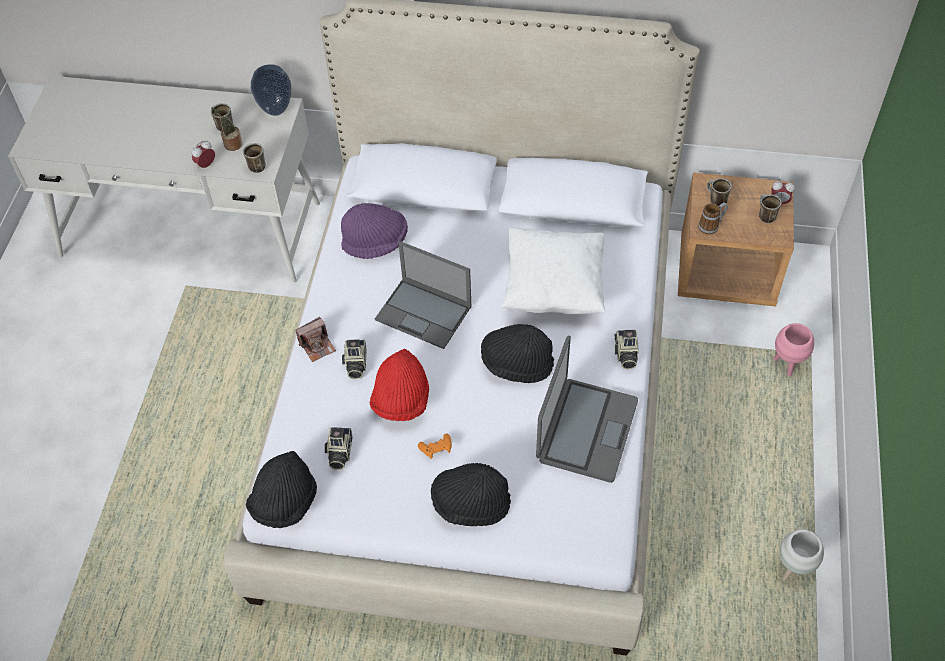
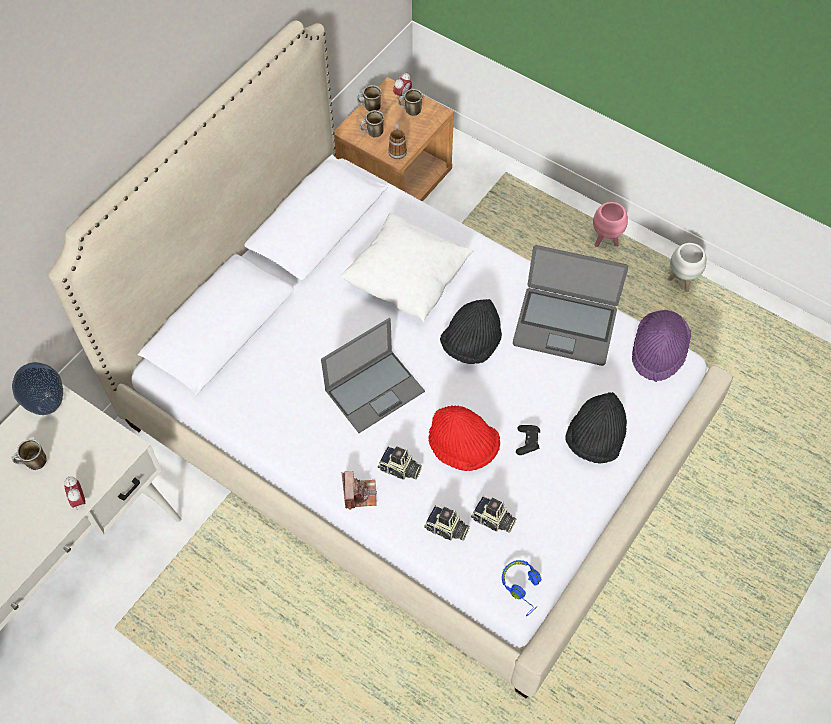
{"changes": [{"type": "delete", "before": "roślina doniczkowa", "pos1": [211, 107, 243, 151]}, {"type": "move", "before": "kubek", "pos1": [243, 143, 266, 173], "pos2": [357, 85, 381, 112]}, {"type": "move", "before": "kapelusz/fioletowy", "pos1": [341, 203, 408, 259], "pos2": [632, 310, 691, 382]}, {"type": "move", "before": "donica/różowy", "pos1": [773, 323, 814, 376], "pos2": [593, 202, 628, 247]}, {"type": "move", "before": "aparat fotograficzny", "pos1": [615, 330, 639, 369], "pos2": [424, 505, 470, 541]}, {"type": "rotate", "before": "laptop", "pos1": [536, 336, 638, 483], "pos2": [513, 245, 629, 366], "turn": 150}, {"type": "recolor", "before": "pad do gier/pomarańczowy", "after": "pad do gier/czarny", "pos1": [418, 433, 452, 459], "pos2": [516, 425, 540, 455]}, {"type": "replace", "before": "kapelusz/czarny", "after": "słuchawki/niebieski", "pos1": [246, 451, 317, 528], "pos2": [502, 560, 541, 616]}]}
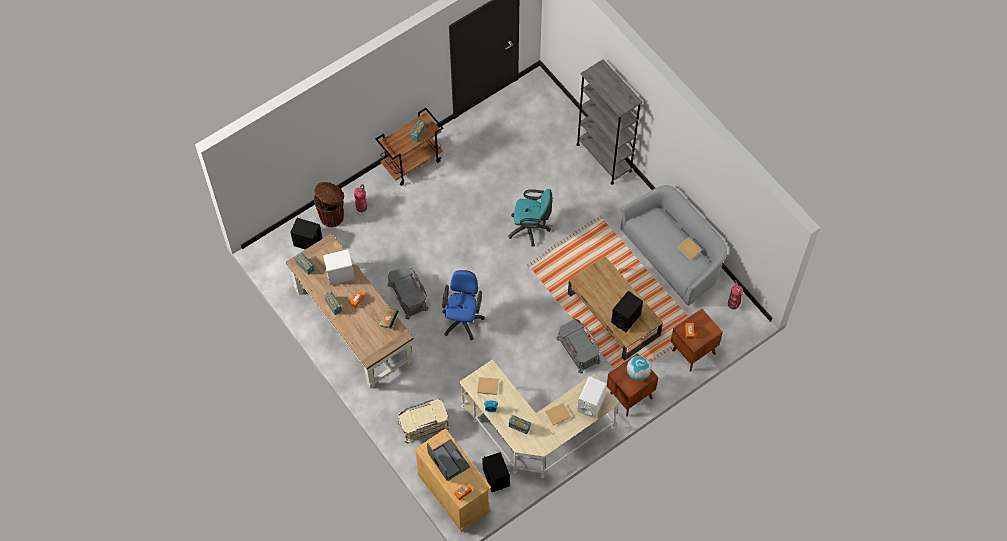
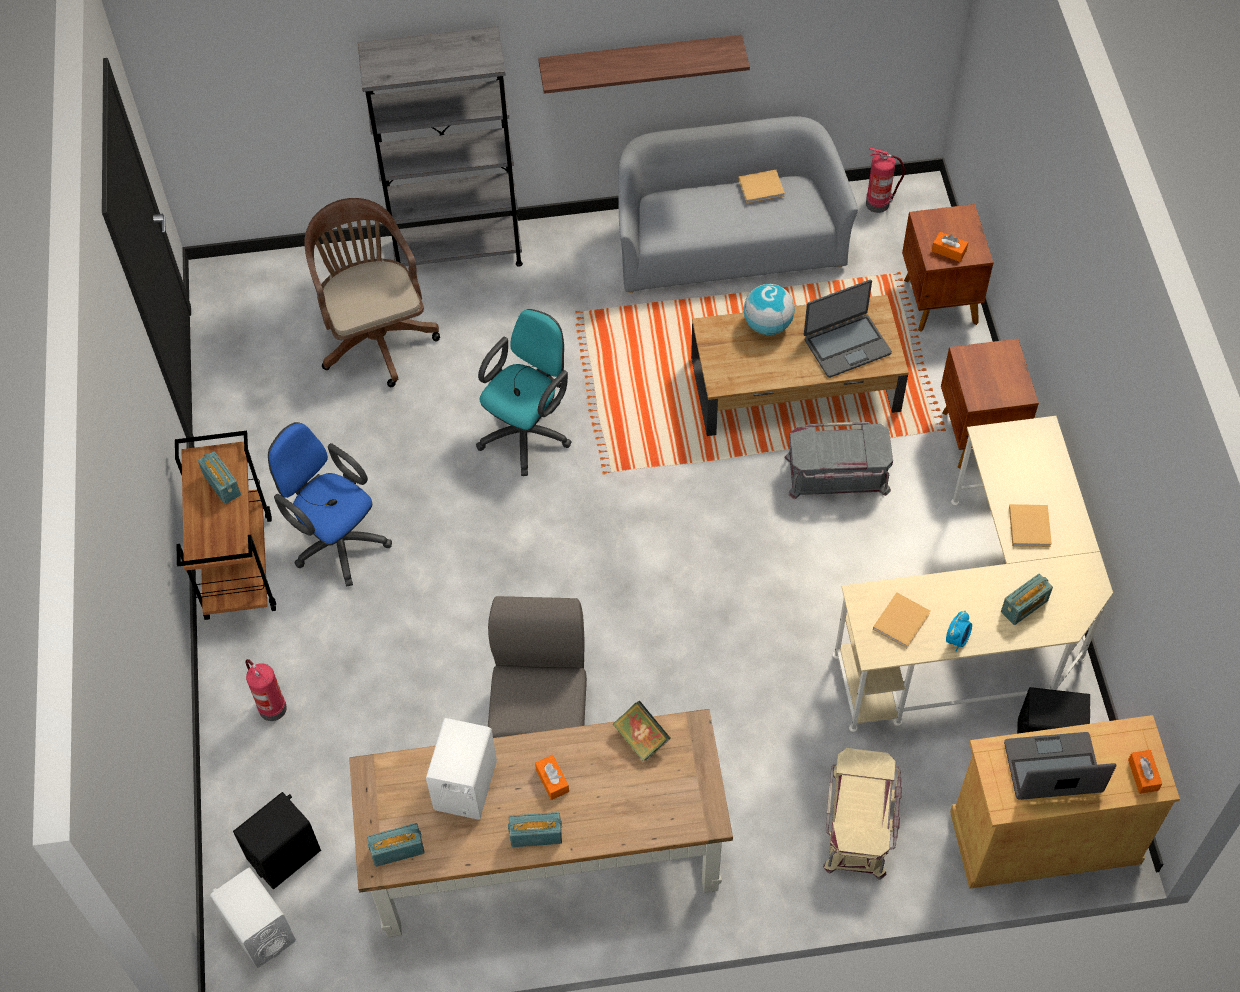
{"changes": [{"type": "delete", "before": "kosz na śmieci/brązowy", "pos1": [314, 182, 344, 227]}, {"type": "replace", "before": "pojemnik do przechowywania/szary", "after": "krzesło/szary", "pos1": [387, 266, 428, 319], "pos2": [488, 596, 587, 738]}, {"type": "move", "before": "krzesło biurowe/niebieski", "pos1": [442, 270, 485, 340], "pos2": [268, 422, 392, 586]}, {"type": "replace", "before": "głośnik/czarny", "after": "laptop", "pos1": [611, 291, 643, 332], "pos2": [804, 280, 892, 378]}, {"type": "move", "before": "globus", "pos1": [627, 356, 651, 381], "pos2": [743, 284, 795, 335]}, {"type": "move", "before": "głośnik/biały", "pos1": [577, 377, 607, 418], "pos2": [210, 868, 296, 968]}, {"type": "insert", "after": "półka", "pos2": [538, 35, 750, 94]}, {"type": "insert", "after": "krzesło biurowe/brązowy", "pos2": [304, 198, 440, 387]}]}
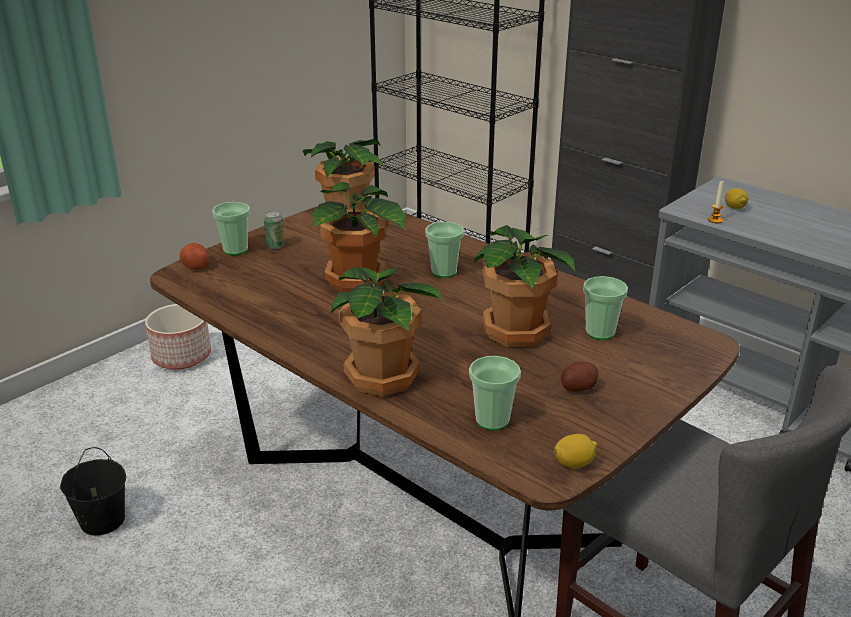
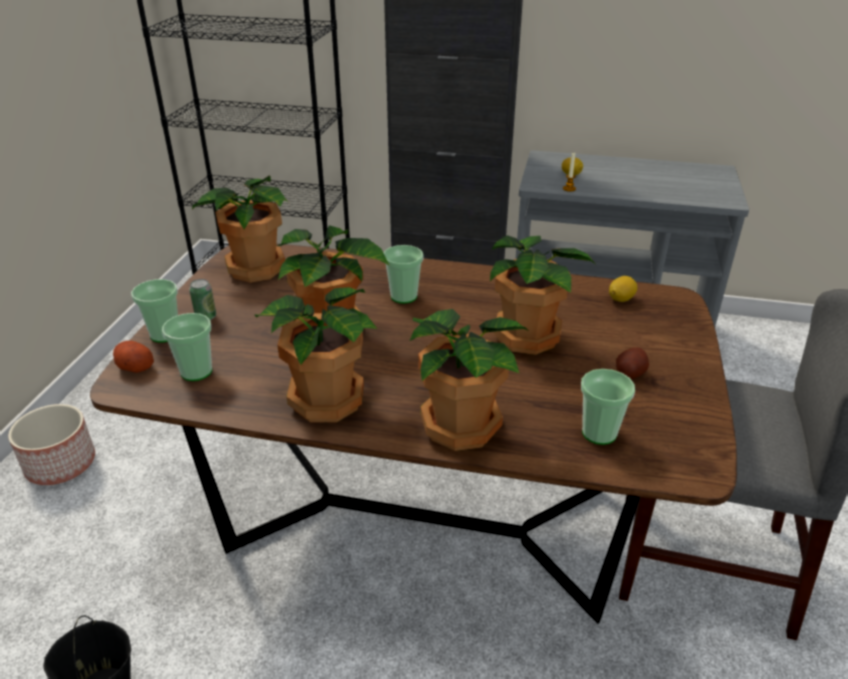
{"changes": [{"type": "move", "before": "filiżanka", "pos1": [583, 276, 628, 340], "pos2": [162, 313, 212, 381]}, {"type": "move", "before": "cytryna", "pos1": [554, 434, 597, 468], "pos2": [609, 276, 637, 302]}, {"type": "insert", "after": "roślina doniczkowa", "pos2": [255, 287, 378, 422]}]}
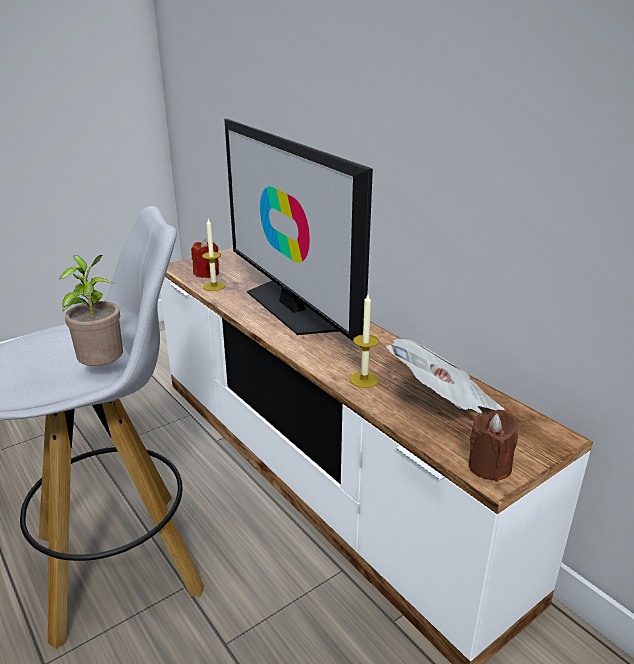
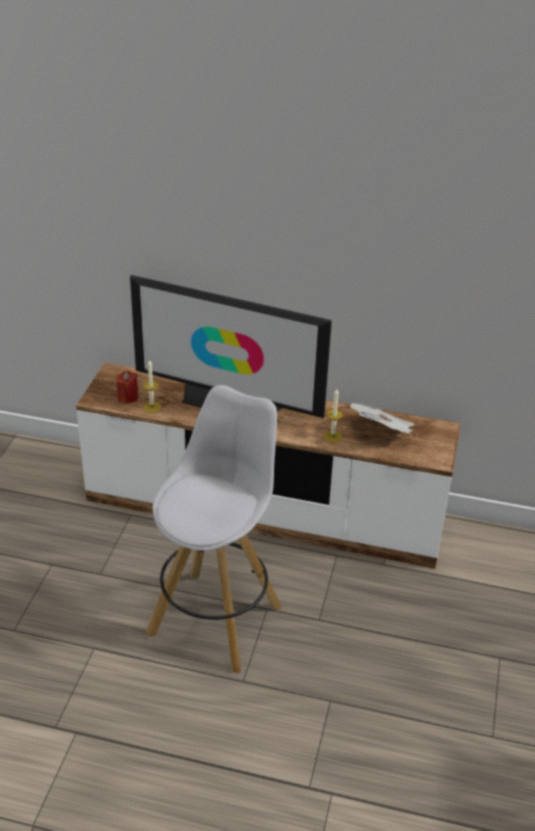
{"changes": [{"type": "delete", "before": "roślina doniczkowa", "pos1": [60, 255, 123, 366]}, {"type": "delete", "before": "świeca/brązowy", "pos1": [468, 410, 518, 482]}]}
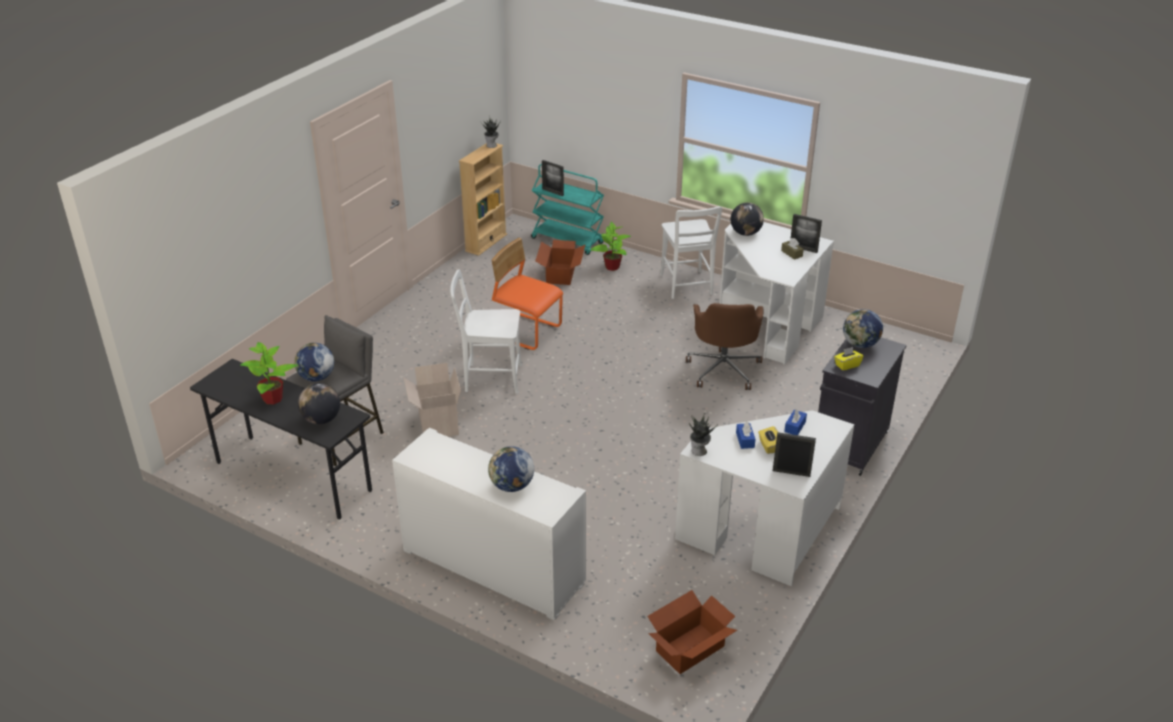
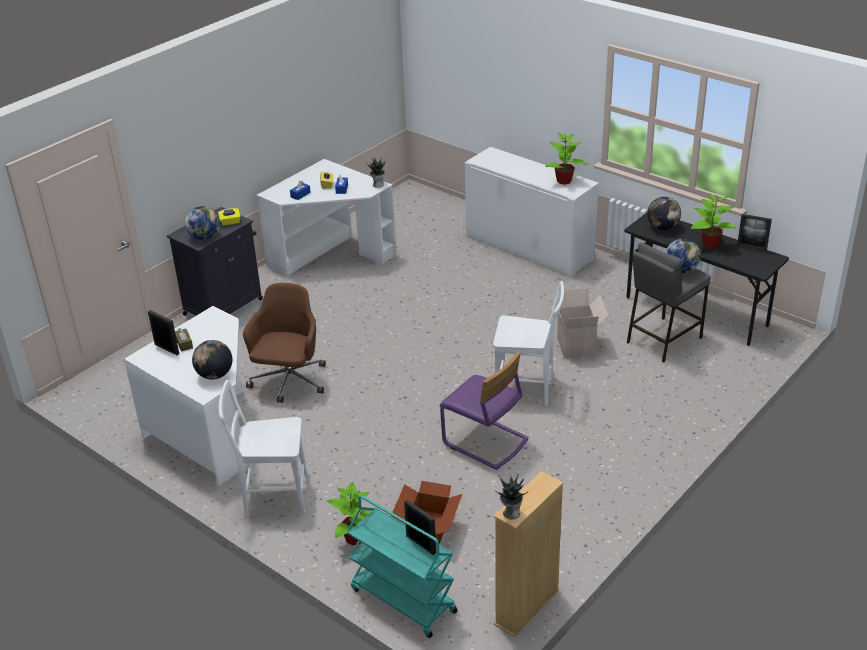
{"changes": [{"type": "rotate", "before": "krzesło/biały", "pos1": [660, 206, 722, 299], "pos2": [219, 380, 309, 516], "turn": -90}, {"type": "recolor", "before": "krzesło/pomarańczowy", "after": "krzesło/fioletowy", "pos1": [491, 238, 563, 350], "pos2": [440, 351, 529, 470]}, {"type": "move", "before": "ramka na zdjęcie", "pos1": [773, 432, 816, 477], "pos2": [737, 214, 772, 252]}, {"type": "delete", "before": "globus", "pos1": [488, 446, 534, 492]}, {"type": "delete", "before": "karton", "pos1": [647, 590, 737, 674]}, {"type": "insert", "after": "roślina doniczkowa", "pos2": [545, 133, 588, 185]}]}
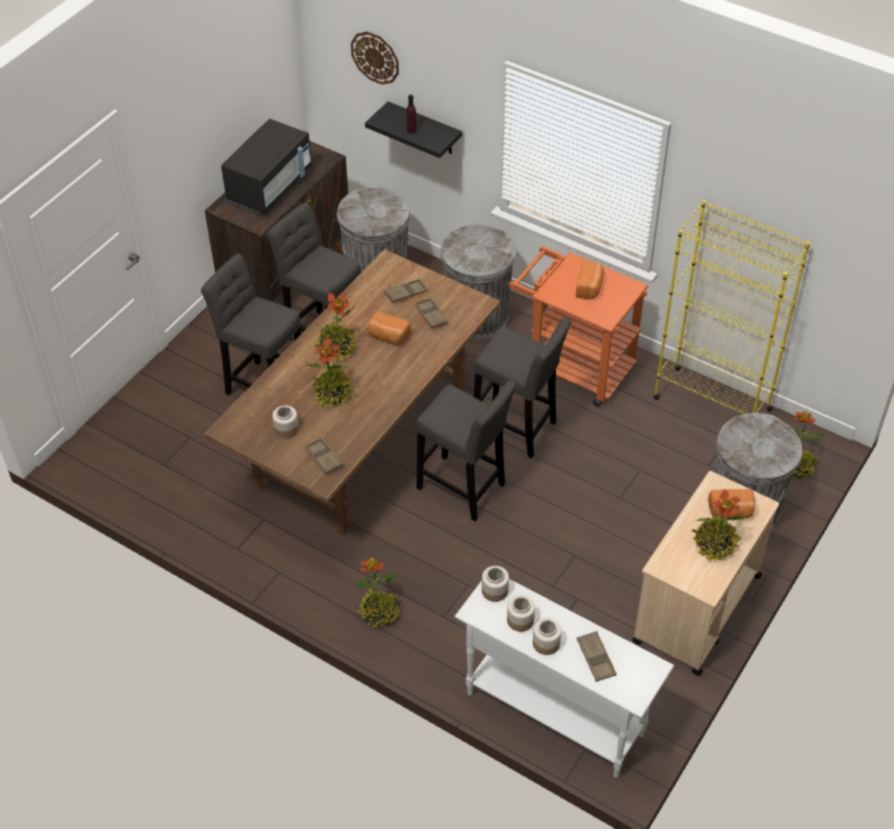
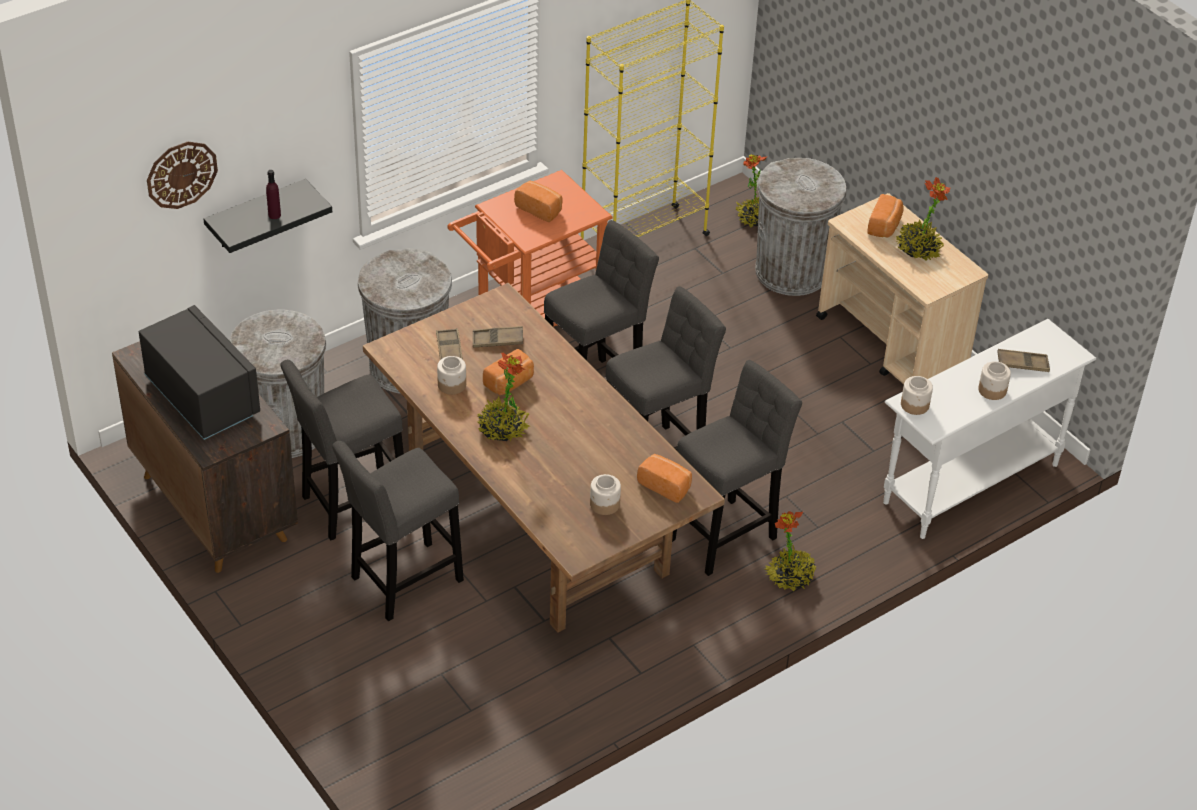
{"changes": [{"type": "delete", "before": "roślina doniczkowa", "pos1": [306, 337, 352, 408]}, {"type": "replace", "before": "taca/brązowy", "after": "chleb", "pos1": [305, 438, 343, 474], "pos2": [637, 454, 692, 503]}, {"type": "move", "before": "słoik", "pos1": [507, 595, 535, 632], "pos2": [437, 356, 466, 395]}, {"type": "insert", "after": "stołek/szary", "pos2": [672, 360, 802, 576]}]}
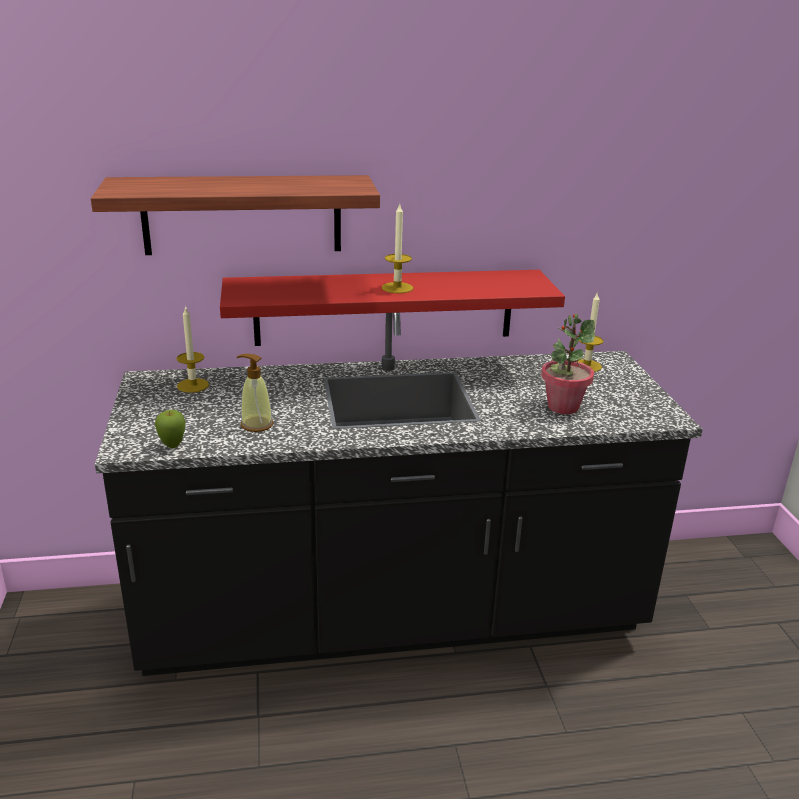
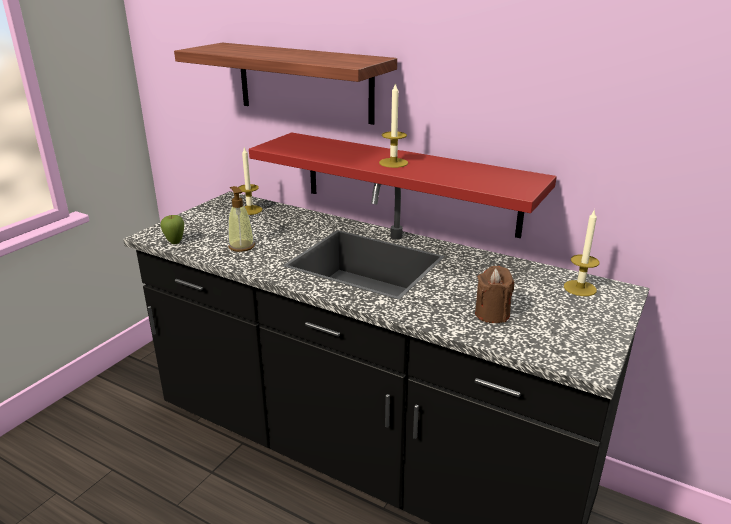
{"changes": [{"type": "replace", "before": "roślina doniczkowa", "after": "świeca/brązowy", "pos1": [541, 314, 595, 414], "pos2": [475, 266, 514, 323]}]}
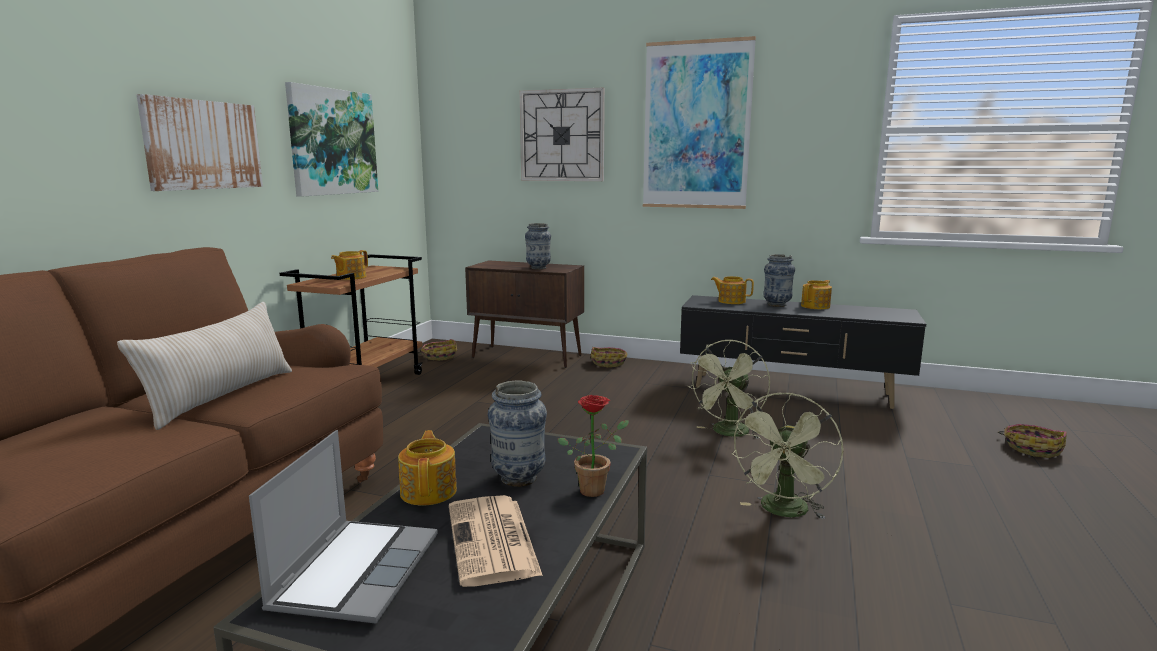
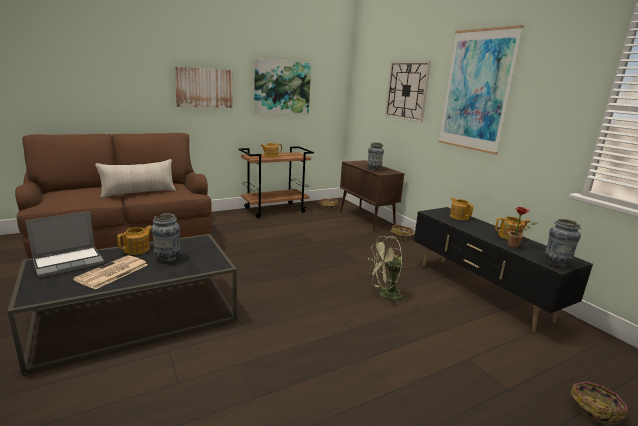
{"changes": [{"type": "move", "before": "wazon", "pos1": [763, 254, 795, 307], "pos2": [545, 219, 581, 267]}, {"type": "delete", "before": "wentylator/zielony", "pos1": [731, 393, 843, 519]}, {"type": "move", "before": "roślina doniczkowa", "pos1": [558, 395, 629, 497], "pos2": [505, 207, 538, 248]}]}
